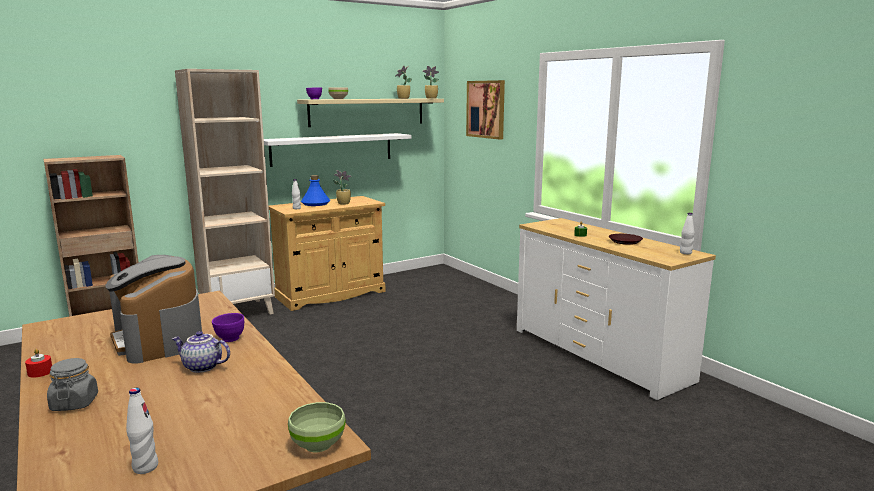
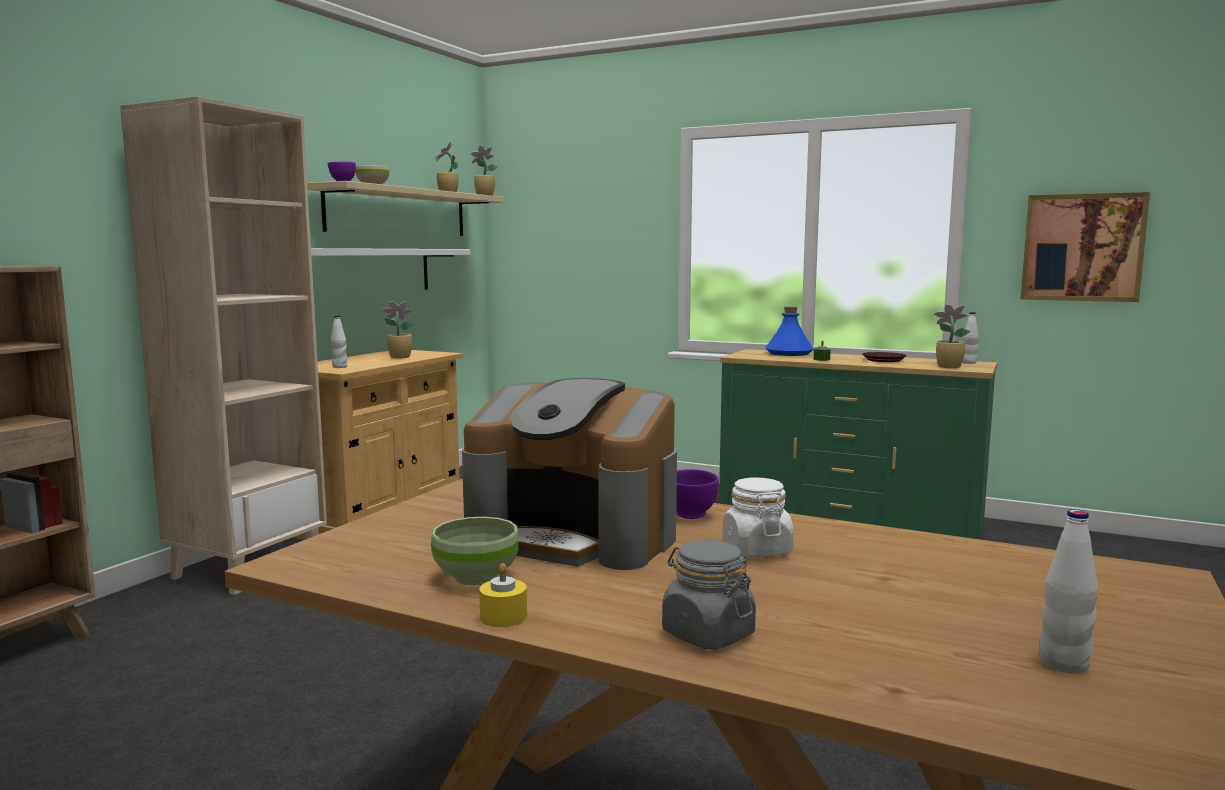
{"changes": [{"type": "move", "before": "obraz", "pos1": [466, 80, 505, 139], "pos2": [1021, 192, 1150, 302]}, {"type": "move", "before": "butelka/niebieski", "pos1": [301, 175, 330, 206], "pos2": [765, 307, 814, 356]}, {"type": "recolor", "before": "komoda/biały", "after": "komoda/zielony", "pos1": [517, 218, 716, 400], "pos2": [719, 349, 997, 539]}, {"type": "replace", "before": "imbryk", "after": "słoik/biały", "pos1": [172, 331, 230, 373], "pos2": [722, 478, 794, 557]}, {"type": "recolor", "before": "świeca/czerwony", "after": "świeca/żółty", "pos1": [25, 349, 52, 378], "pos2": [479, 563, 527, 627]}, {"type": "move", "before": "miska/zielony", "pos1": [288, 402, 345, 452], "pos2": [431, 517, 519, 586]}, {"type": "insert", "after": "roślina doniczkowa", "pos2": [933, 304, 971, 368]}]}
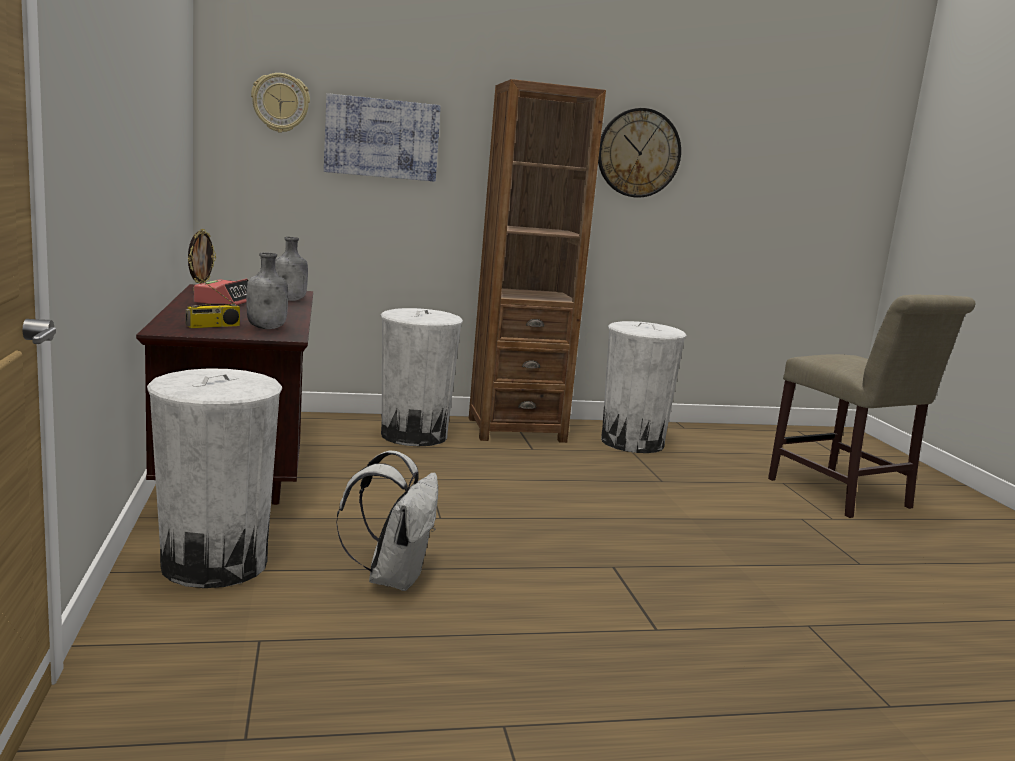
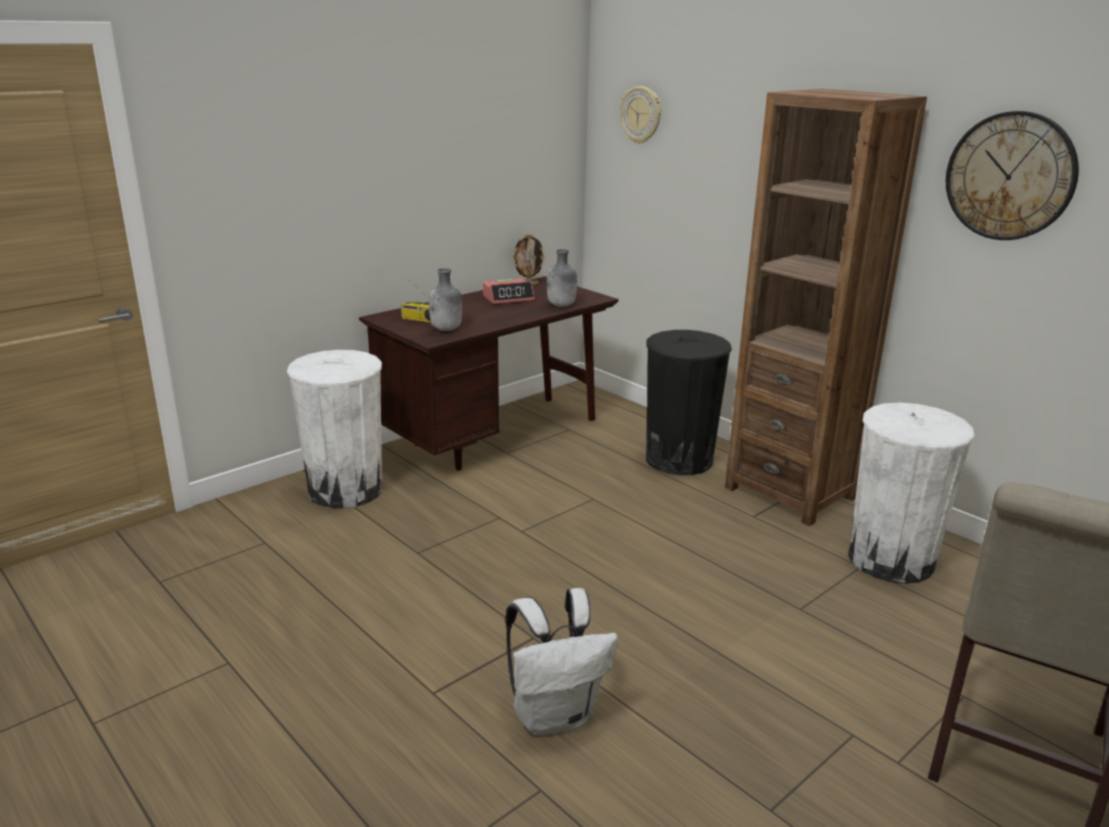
{"changes": [{"type": "delete", "before": "obraz", "pos1": [324, 93, 441, 182]}, {"type": "recolor", "before": "kosz na śmieci/biały", "after": "kosz na śmieci/czarny", "pos1": [381, 308, 463, 446], "pos2": [646, 330, 732, 475]}, {"type": "move", "before": "plecak/biały", "pos1": [336, 451, 438, 591], "pos2": [505, 588, 618, 736]}]}
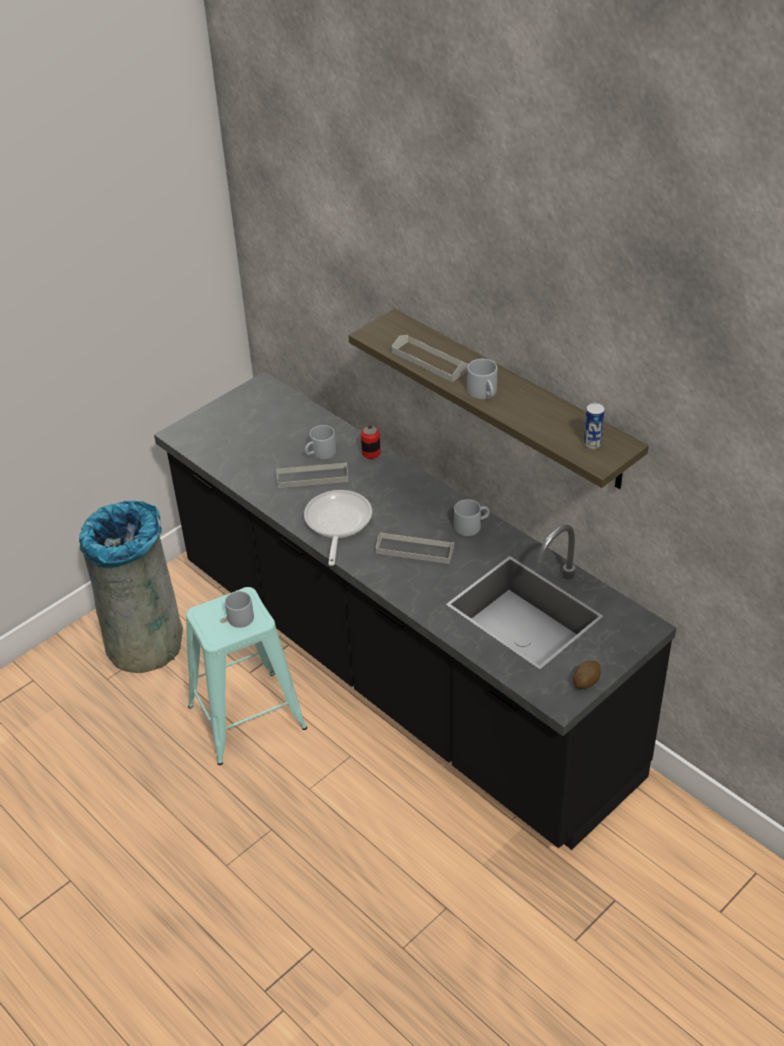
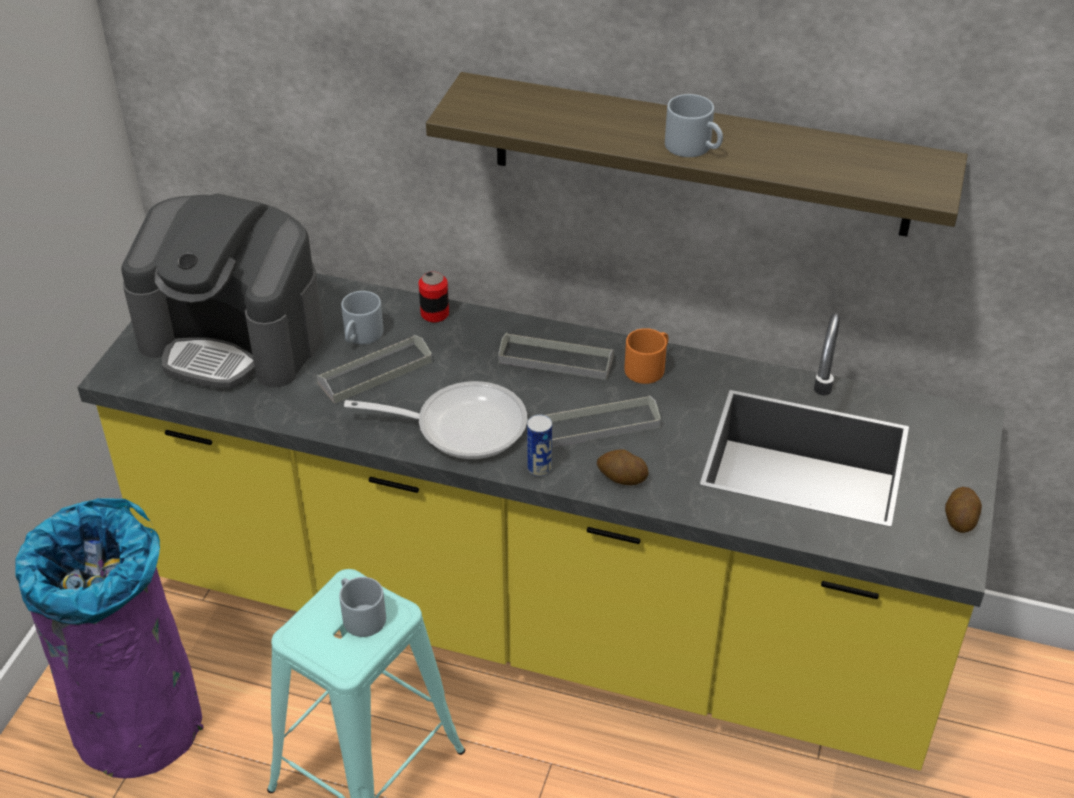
{"changes": [{"type": "move", "before": "taca/szary", "pos1": [392, 335, 468, 382], "pos2": [498, 333, 614, 380]}, {"type": "recolor", "before": "zabudowa kuchenna/czarny", "after": "zabudowa kuchenna/żółty", "pos1": [154, 371, 676, 850], "pos2": [77, 273, 1004, 770]}, {"type": "move", "before": "puszka", "pos1": [584, 403, 605, 450], "pos2": [527, 415, 552, 477]}, {"type": "rotate", "before": "patelnia", "pos1": [304, 490, 372, 566], "pos2": [344, 381, 527, 459], "turn": 120}, {"type": "recolor", "before": "kubek/szary", "after": "kubek/pomarańczowy", "pos1": [454, 499, 490, 536], "pos2": [624, 328, 668, 384]}, {"type": "recolor", "before": "kosz na śmieci/szary", "after": "kosz na śmieci/fioletowy", "pos1": [79, 501, 183, 673], "pos2": [16, 498, 203, 778]}, {"type": "insert", "after": "ekspres do kawy", "pos2": [121, 193, 324, 389]}, {"type": "insert", "after": "ziemniak", "pos2": [597, 449, 648, 485]}]}
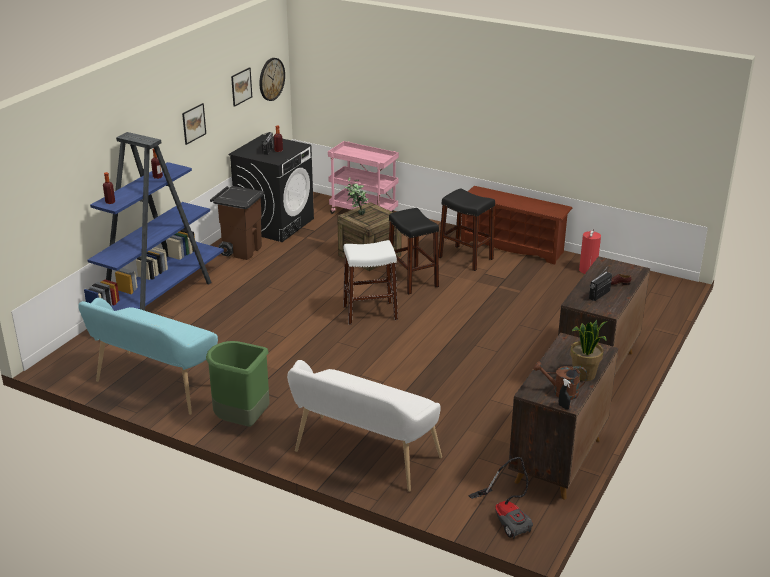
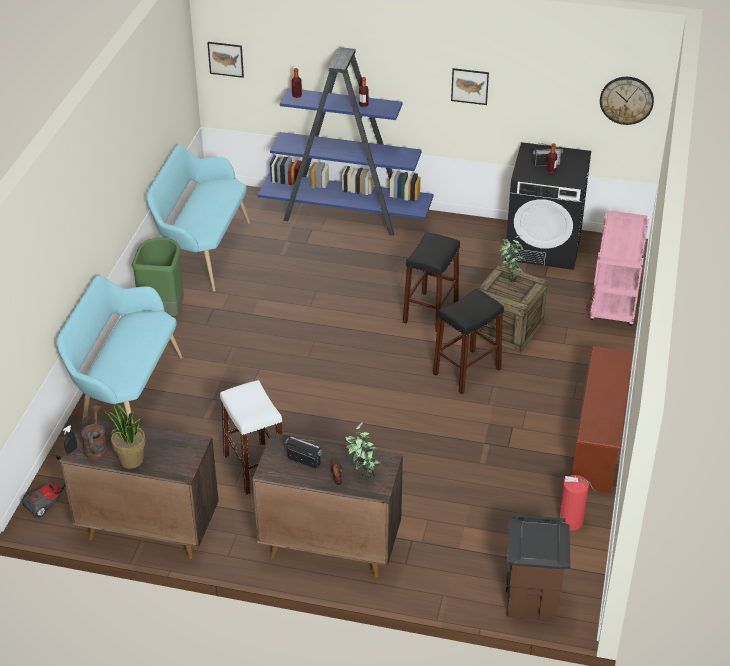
{"changes": [{"type": "move", "before": "obraz", "pos1": [231, 67, 252, 107], "pos2": [207, 42, 244, 78]}, {"type": "move", "before": "kosz na śmieci/brązowy", "pos1": [210, 186, 264, 260], "pos2": [505, 514, 570, 621]}, {"type": "move", "before": "stołek/czarny", "pos1": [438, 188, 495, 271], "pos2": [403, 232, 460, 332]}, {"type": "move", "before": "stołek/biały", "pos1": [343, 240, 398, 325], "pos2": [220, 380, 282, 495]}, {"type": "recolor", "before": "ławka/biały", "after": "ławka/turkusowy", "pos1": [287, 360, 442, 492], "pos2": [57, 275, 182, 424]}, {"type": "insert", "after": "roślina doniczkowa", "pos2": [345, 422, 380, 480]}]}
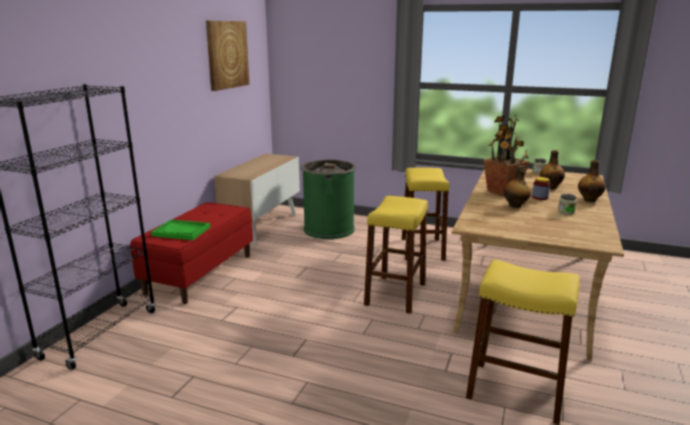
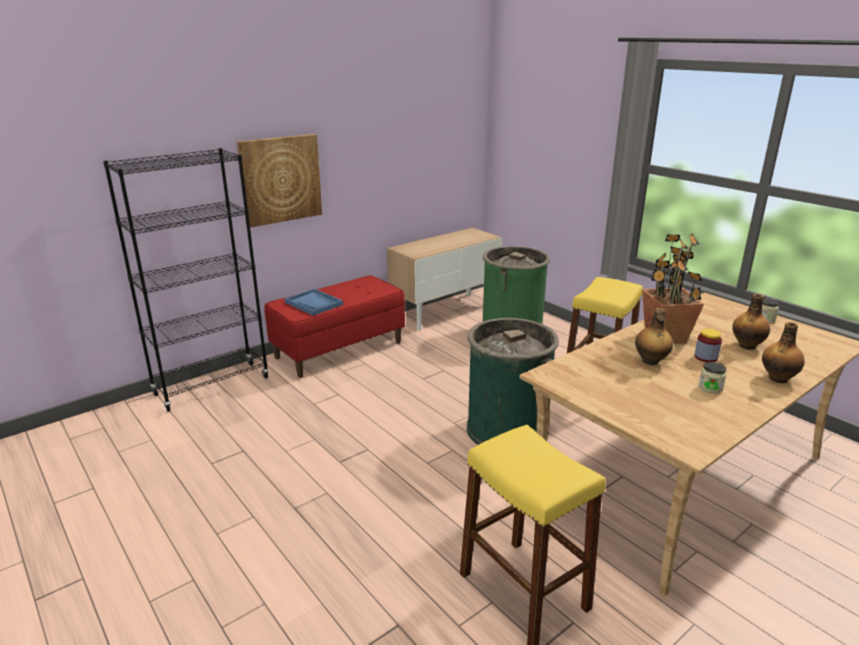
{"changes": [{"type": "move", "before": "obraz", "pos1": [206, 21, 249, 91], "pos2": [237, 134, 322, 227]}, {"type": "replace", "before": "stołek/żółty", "after": "kosz na śmieci/zielony", "pos1": [364, 196, 428, 314], "pos2": [467, 318, 559, 445]}, {"type": "recolor", "before": "taca/zielony", "after": "taca/niebieski", "pos1": [151, 220, 210, 240], "pos2": [285, 289, 343, 316]}]}
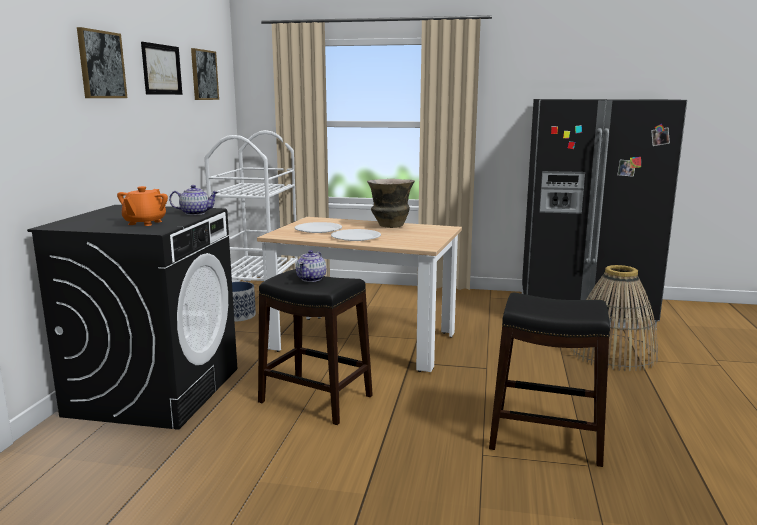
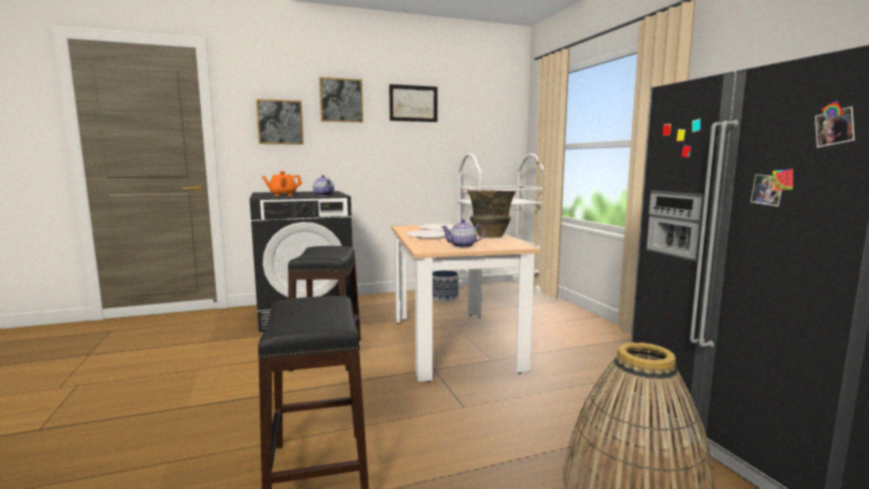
{"changes": [{"type": "move", "before": "obraz", "pos1": [191, 48, 219, 100], "pos2": [256, 99, 304, 145]}, {"type": "move", "before": "imbryk", "pos1": [296, 250, 326, 282], "pos2": [441, 219, 485, 247]}]}
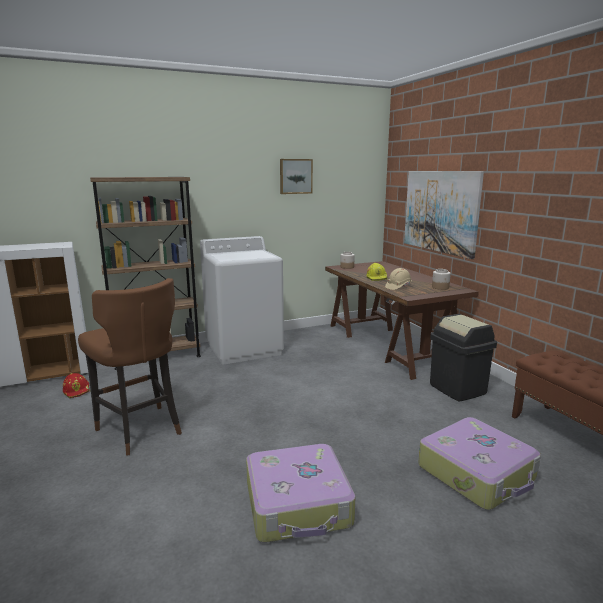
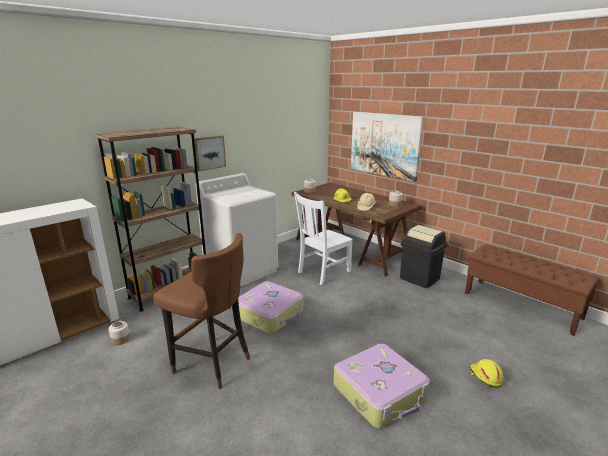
{"changes": [{"type": "move", "before": "obraz", "pos1": [280, 159, 313, 194], "pos2": [194, 136, 226, 171]}, {"type": "replace", "before": "kask/czerwony", "after": "słoik", "pos1": [63, 373, 91, 398], "pos2": [109, 321, 130, 345]}, {"type": "move", "before": "walizka", "pos1": [418, 417, 541, 510], "pos2": [238, 281, 303, 334]}, {"type": "insert", "after": "krzesło/biały", "pos2": [294, 192, 353, 285]}, {"type": "insert", "after": "kask/żółty", "pos2": [469, 359, 504, 388]}]}
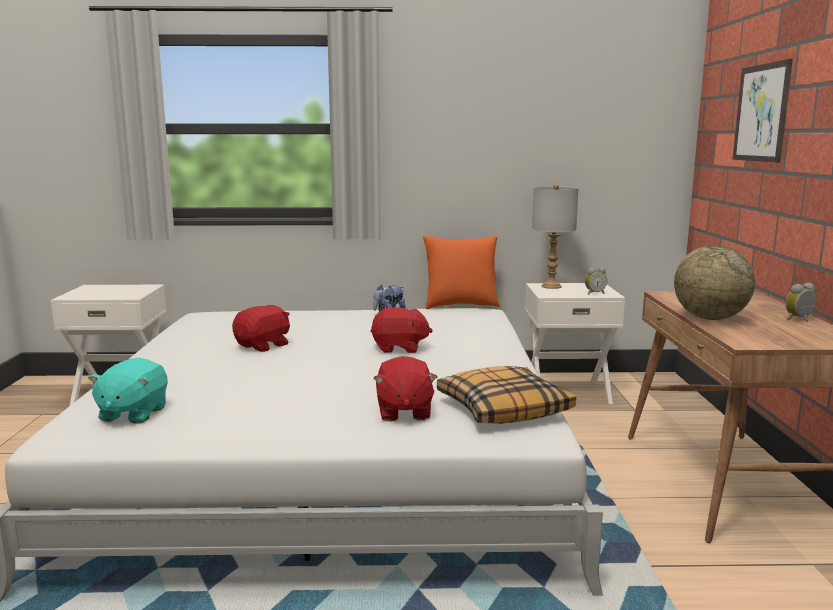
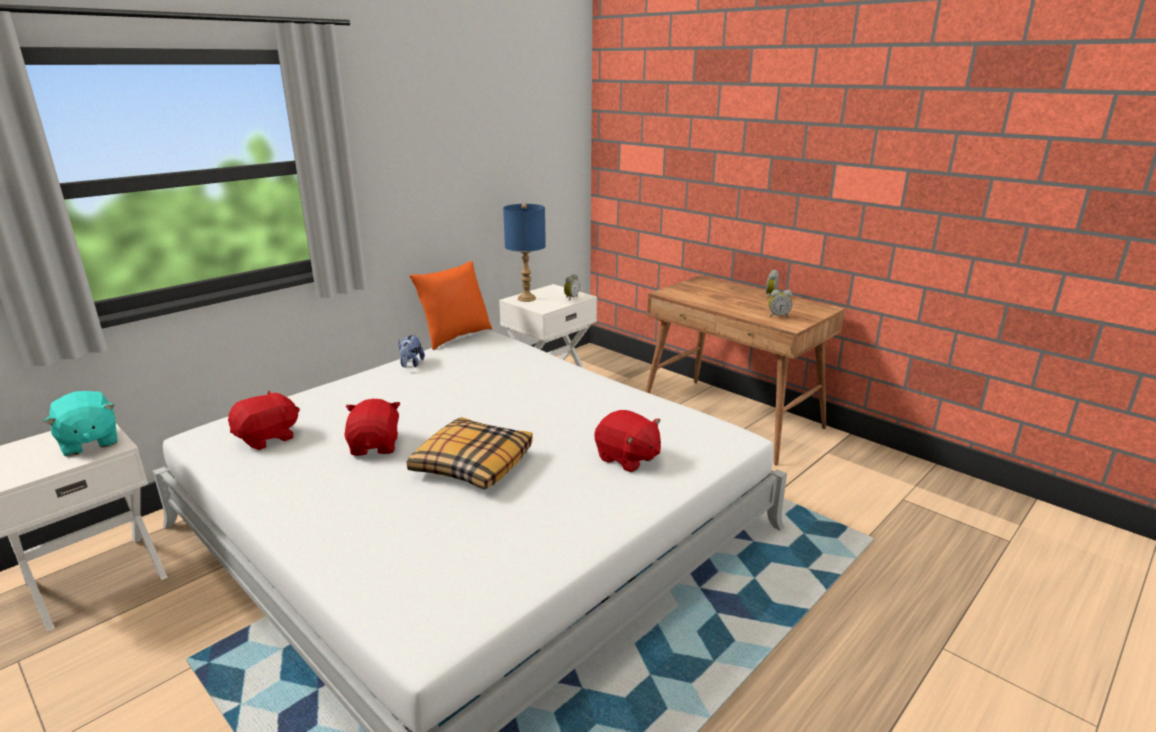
{"changes": [{"type": "delete", "before": "obraz", "pos1": [732, 59, 793, 163]}, {"type": "recolor", "before": "lampa stołowa/szary", "after": "lampa stołowa/niebieski", "pos1": [532, 184, 579, 289], "pos2": [503, 204, 546, 302]}, {"type": "delete", "before": "globus", "pos1": [674, 245, 755, 320]}, {"type": "move", "before": "pluszak/czerwony", "pos1": [370, 307, 433, 353], "pos2": [228, 391, 300, 450]}, {"type": "move", "before": "pluszak/turkusowy", "pos1": [88, 358, 168, 424], "pos2": [43, 391, 117, 456]}, {"type": "move", "before": "poduszka", "pos1": [437, 366, 576, 424], "pos2": [407, 417, 533, 490]}, {"type": "insert", "after": "budzik", "pos2": [769, 290, 792, 318]}]}
